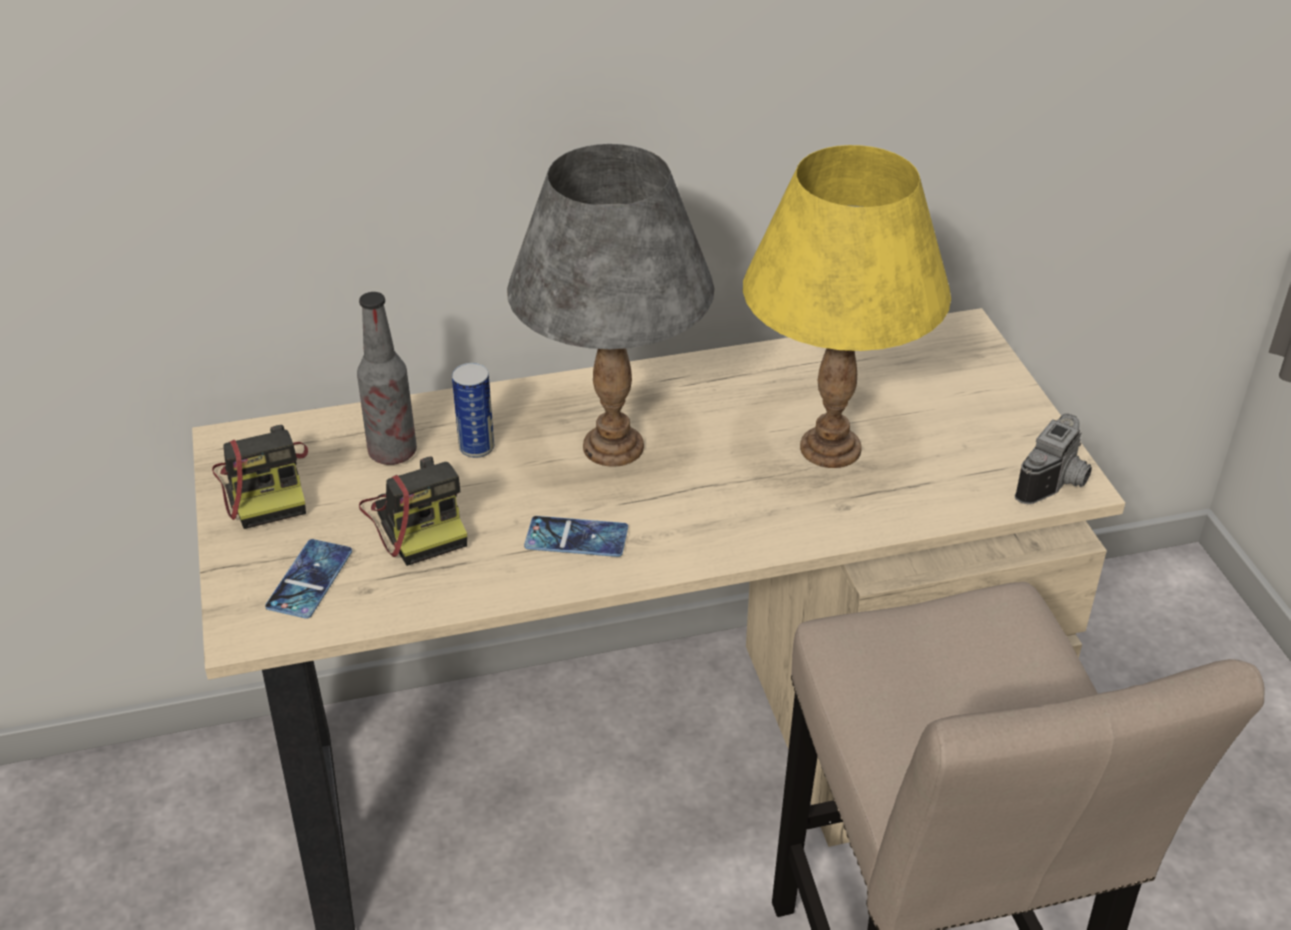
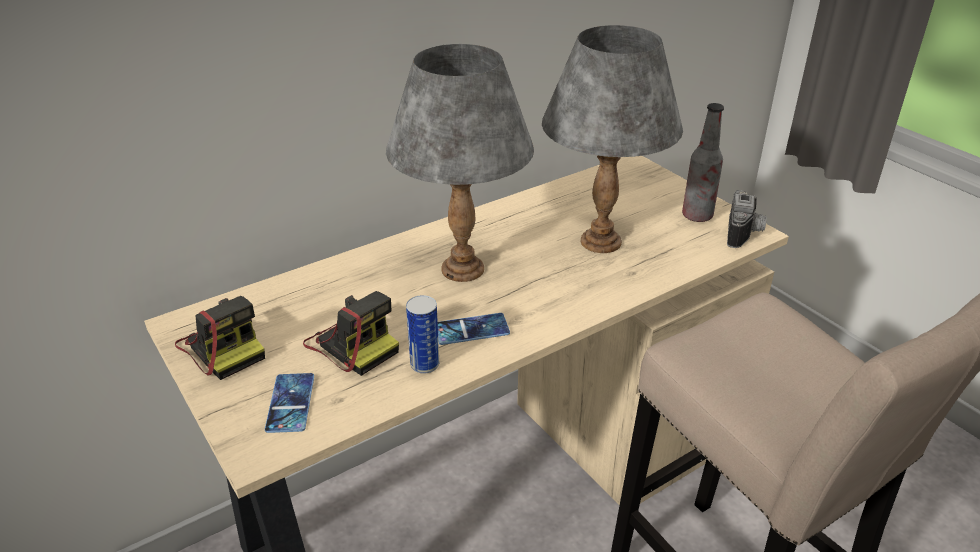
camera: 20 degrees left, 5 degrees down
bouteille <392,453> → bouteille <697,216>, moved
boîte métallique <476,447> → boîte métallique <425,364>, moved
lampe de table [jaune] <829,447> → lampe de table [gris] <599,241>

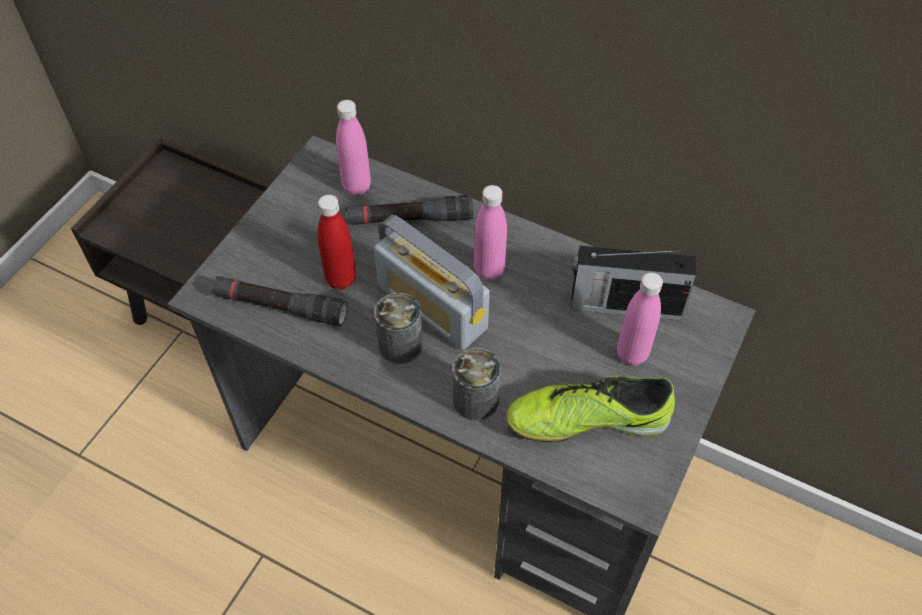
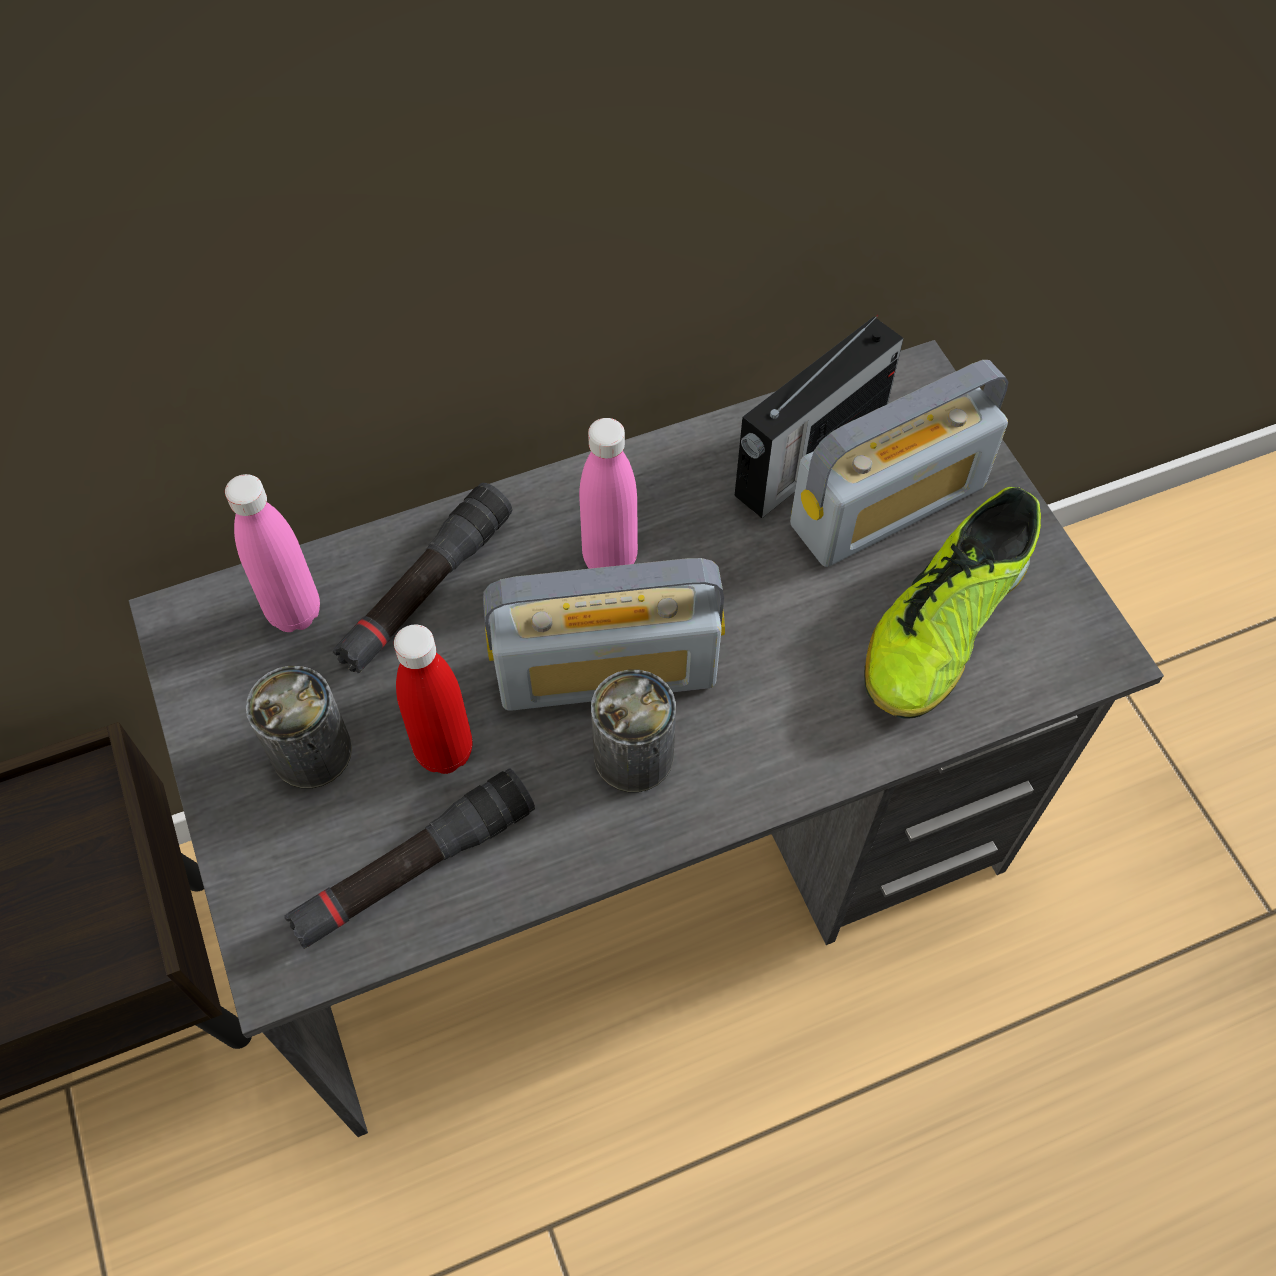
camera: 50 degrees left, 5 degrees up
boîte métallique <475,400> → boîte métallique <311,751>, moved
bouteille [rose] <632,354> → radio <888,506>

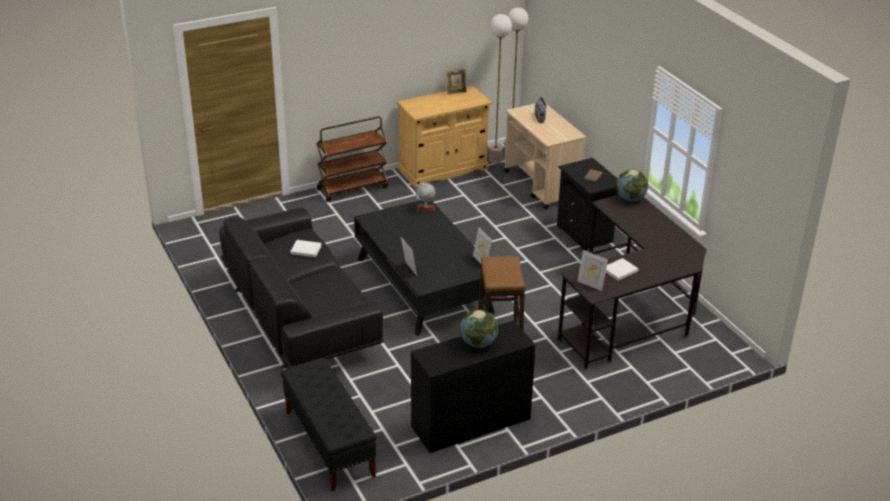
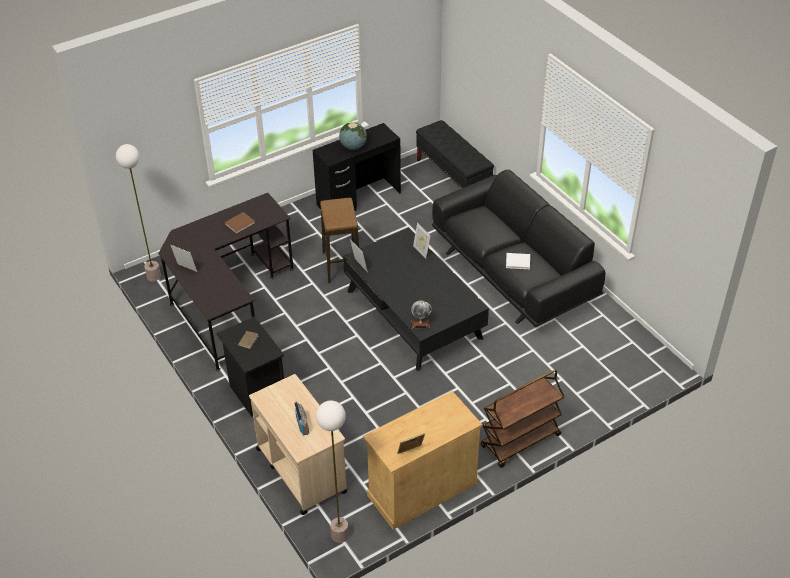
camera: 175 degrees right, 10 degrees up
lampadaire <495,160> → lampadaire <154,276>, moved
cadre photo <591,284> → cadre photo <186,269>, moved
livre [blanc] <619,271> → livre [marron] <240,223>
globe <630,199> → -

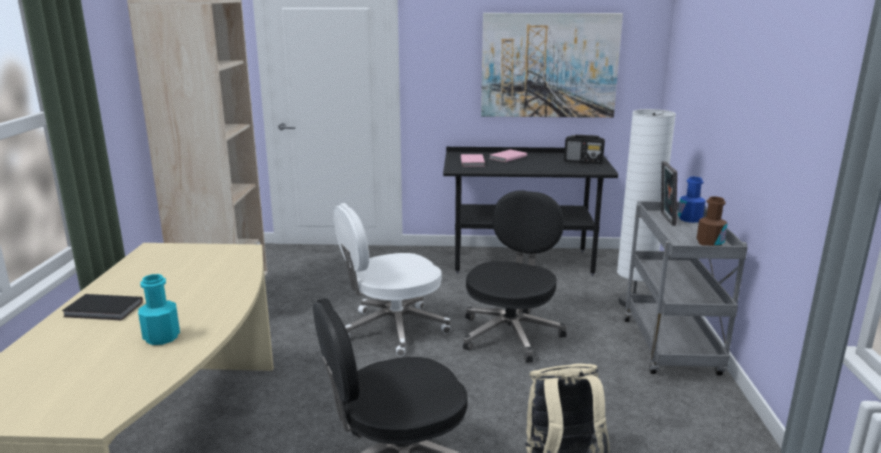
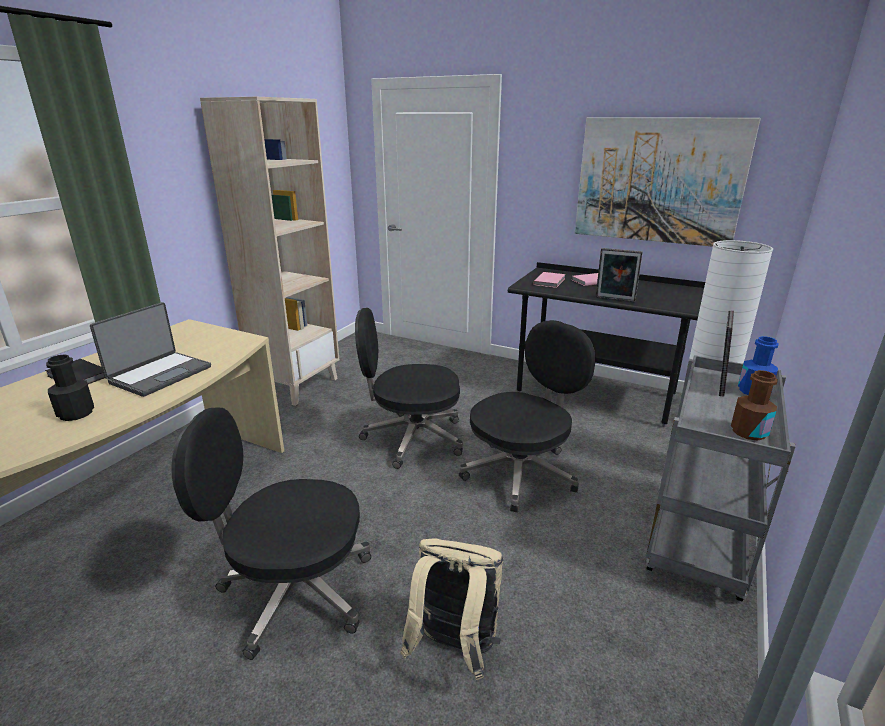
camera: 25 degrees right, 5 degrees up
bouteille [turquoise] <162,337> → bouteille [noir] <76,413>
chaise de bureau [blanc] <392,329> → chaise de bureau [noir] <412,438>
radio <583,161> → -
- → ordinateur portable <159,374>
- → cadre photo <614,300>

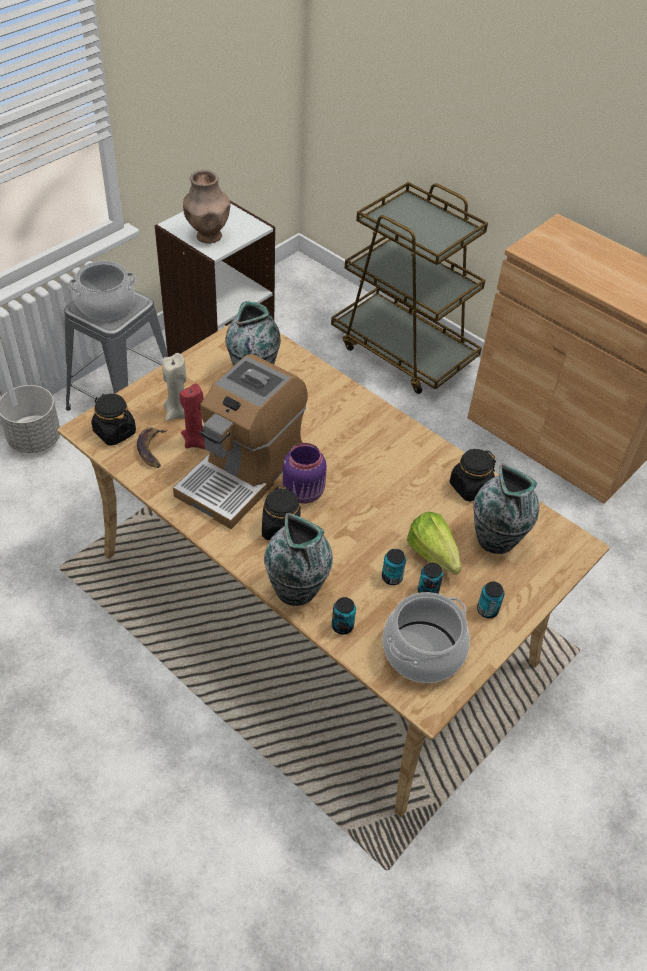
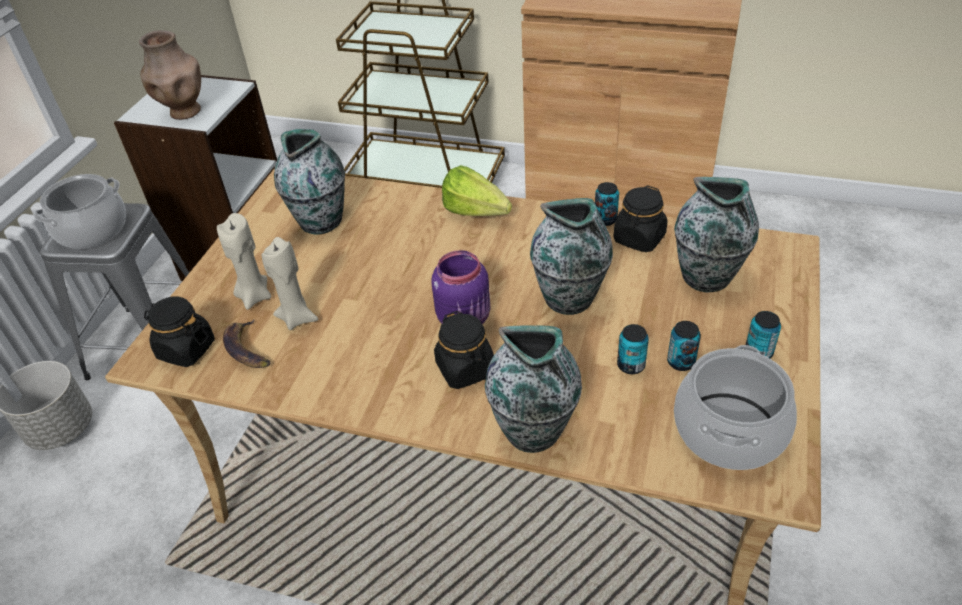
camera: 20 degrees left, 5 degrees down
machine à café <242,473> → -
bougie [rouge] <195,441> → bougie [beige] <297,318>
boîte métallique <342,626> → boîte métallique <605,220>, moved
laitue <435,559> → laitue <479,215>, moved
- → vase <570,299>

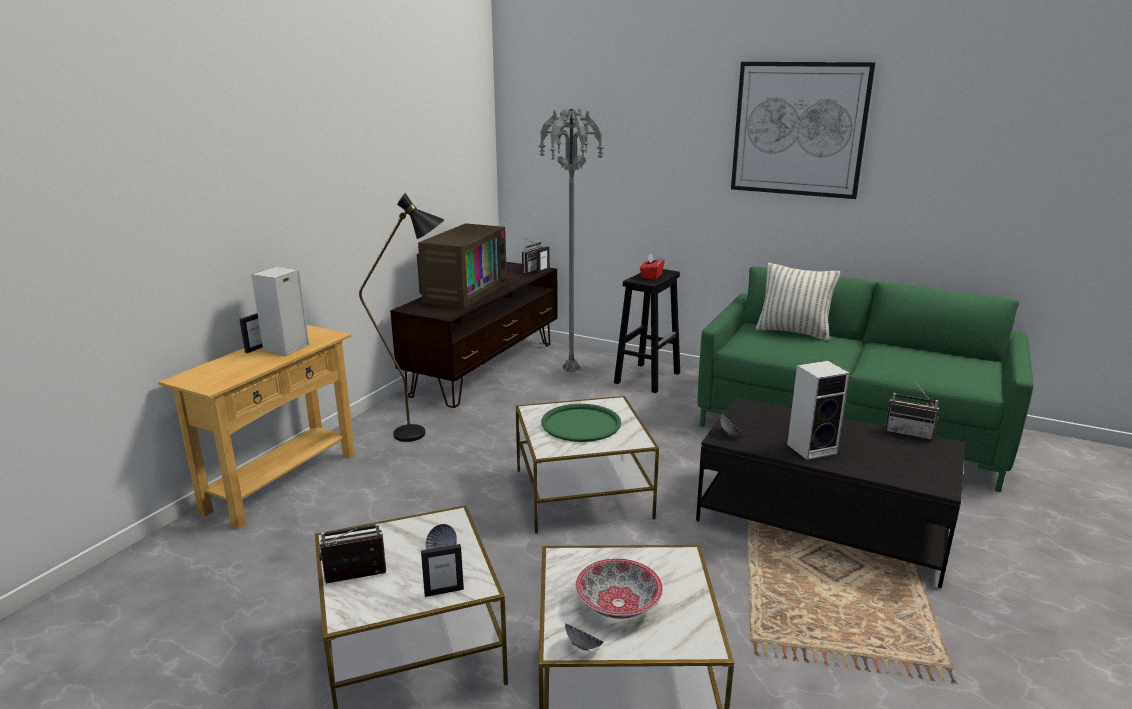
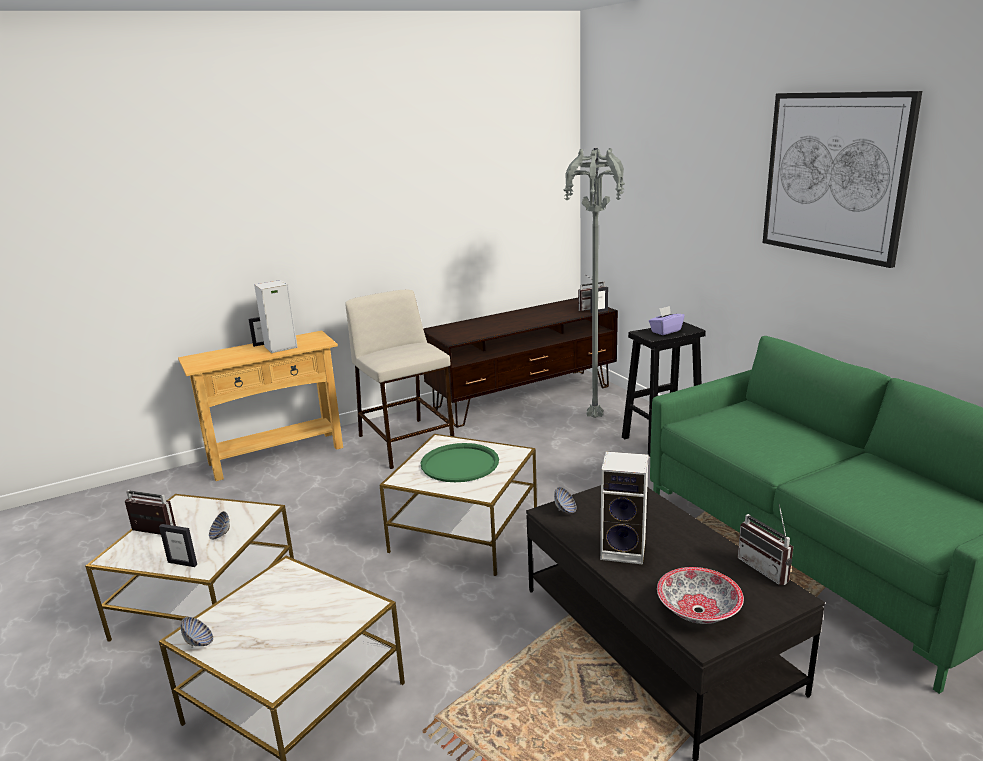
camera: 35 degrees right, 0 degrees up
lampadaire [noir] <421,434> → tabouret [beige] <407,443>
téléviseur <464,291> → -
bol <618,603> → bol <698,610>, moved
boîte à mouchoirs [rouge] <651,276> → boîte à mouchoirs [violet] <665,331>
coussin <793,332> → -

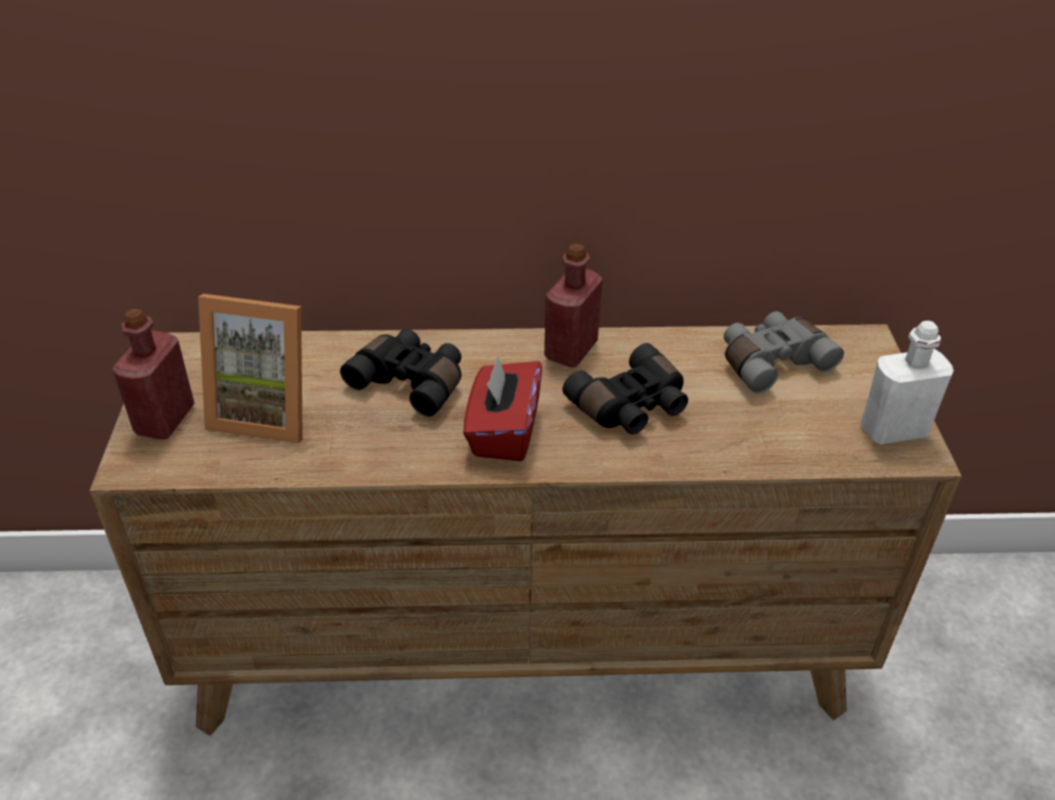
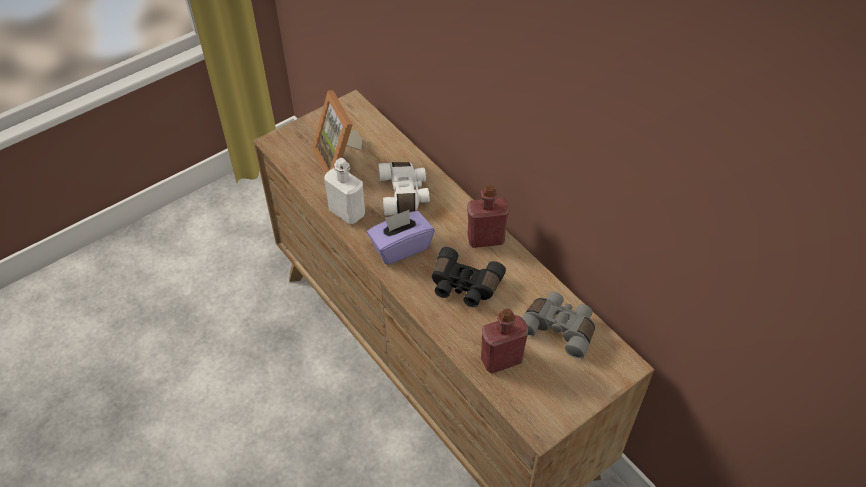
camera: 55 degrees right, 10 degrees up
bouteille [rouge] <165,419> → bouteille [rouge] <501,359>, moved
jumelles [noir] <411,382> → jumelles [blanc] <405,194>
boîte à mouchoirs [rouge] <503,432> → boîte à mouchoirs [violet] <400,247>
bouteille [blanc] <893,430> → bouteille [blanc] <347,212>, moved

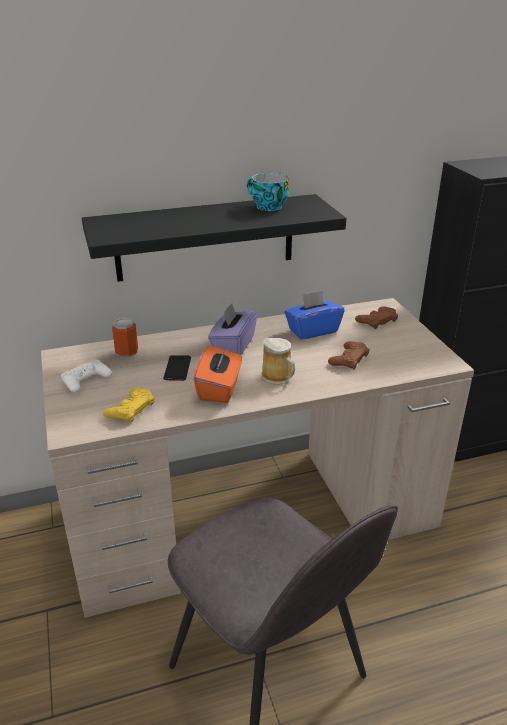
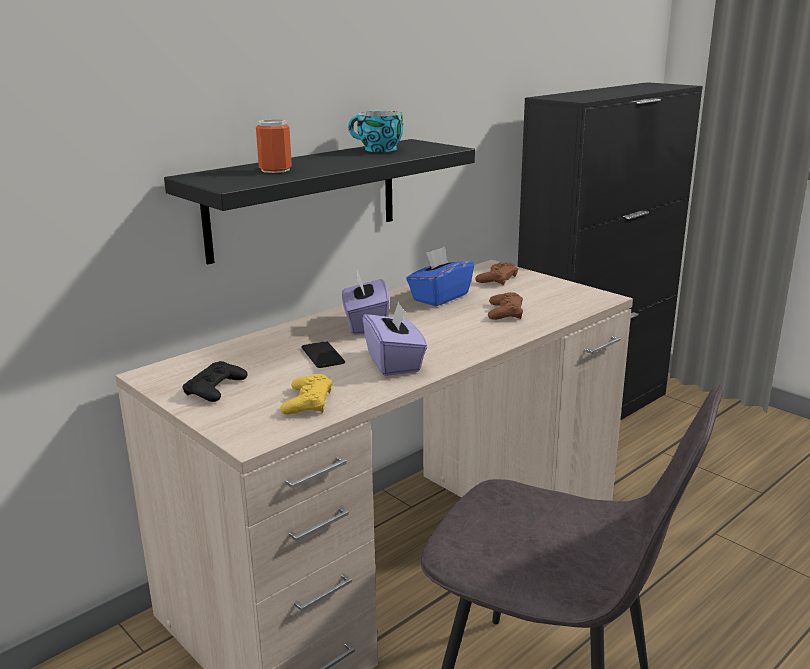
camera: 25 degrees left, 10 degrees down
manette [blanc] <86,380> → manette [noir] <215,388>
boîte métallique <127,352> → boîte métallique <275,170>, moved
boîte à mouchoirs [orange] <219,389> → boîte à mouchoirs [violet] <394,362>
mug <278,377> → -

